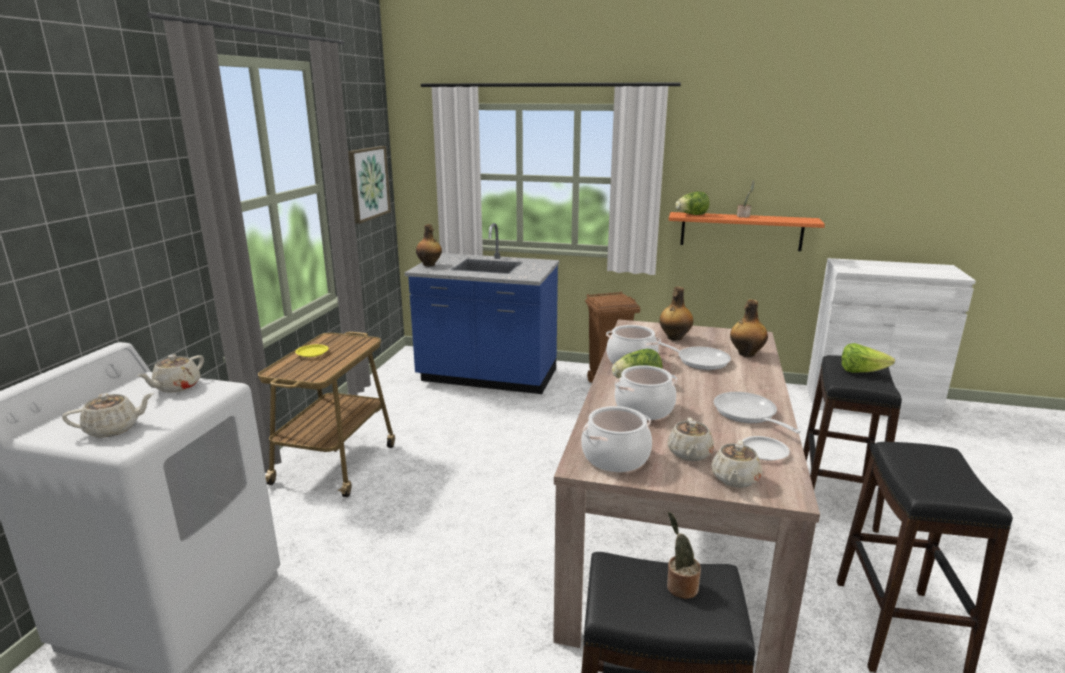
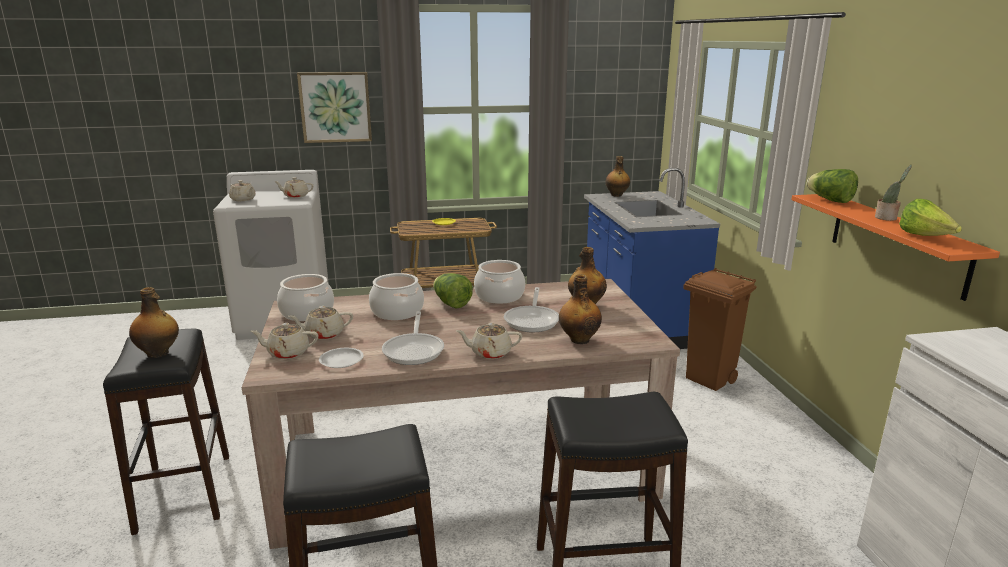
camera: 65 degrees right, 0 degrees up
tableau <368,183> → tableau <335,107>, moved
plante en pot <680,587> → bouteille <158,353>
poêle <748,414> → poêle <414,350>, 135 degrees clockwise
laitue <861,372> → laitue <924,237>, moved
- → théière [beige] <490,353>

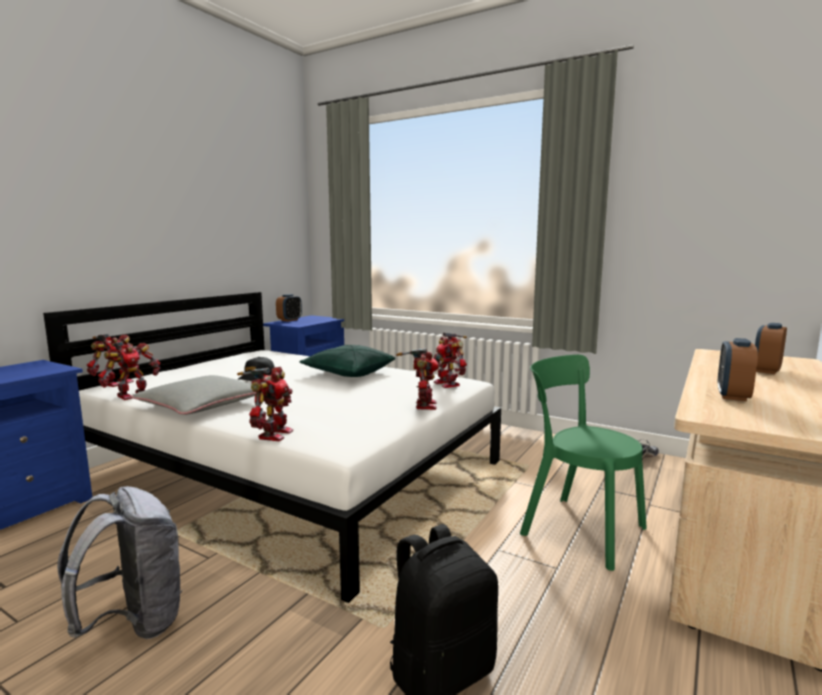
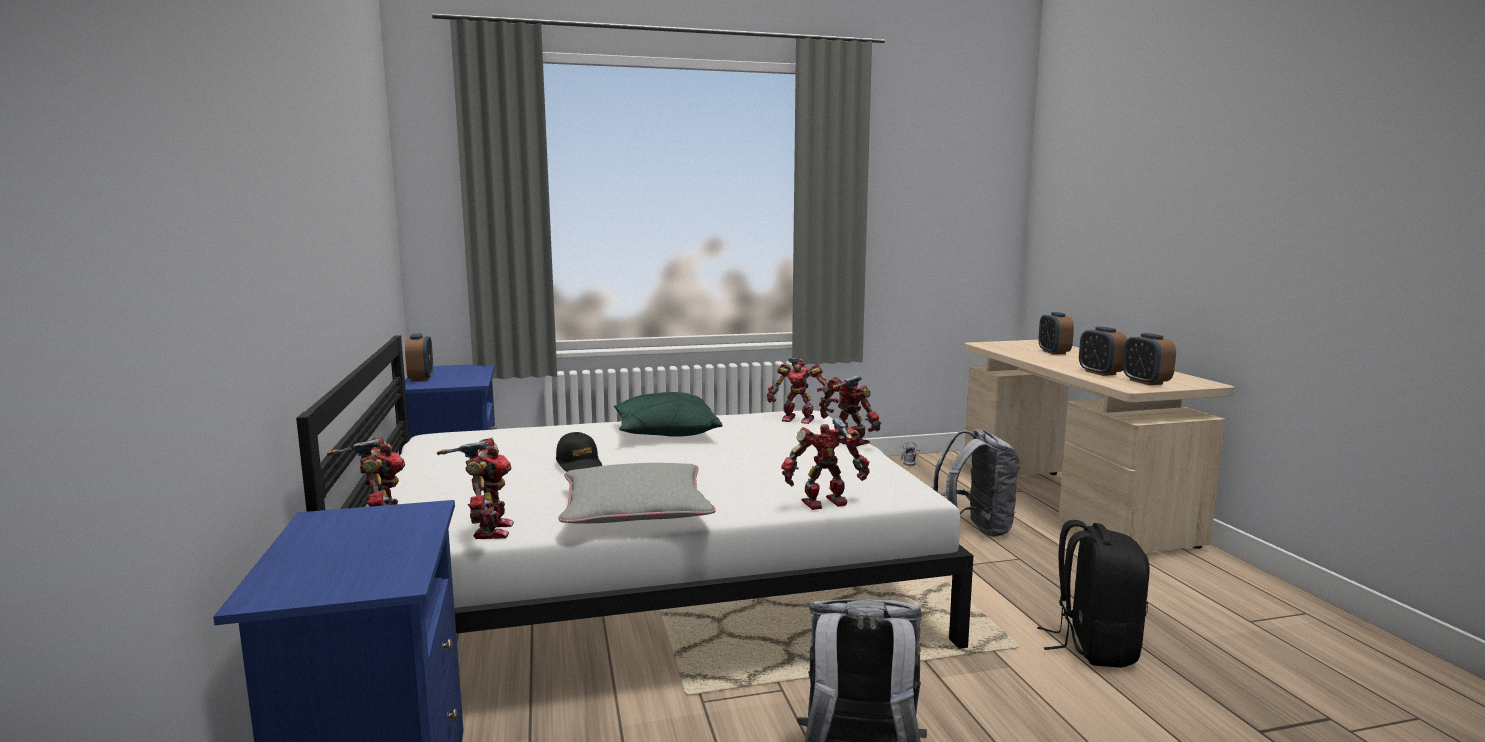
camera: 45 degrees left, 0 degrees up
robot jouet <273,434> → robot jouet <826,504>, 75 degrees counterclockwise
chaise [vert] <577,528> → sac à dos [gris] <977,528>
- → réveil <1146,382>

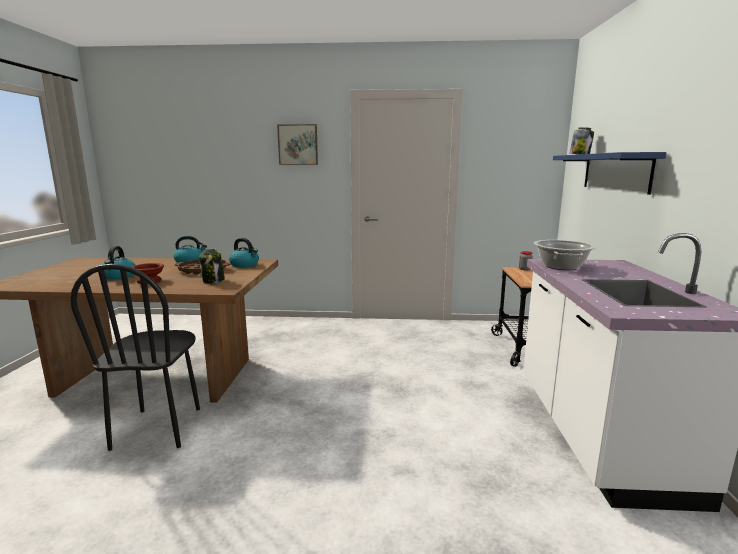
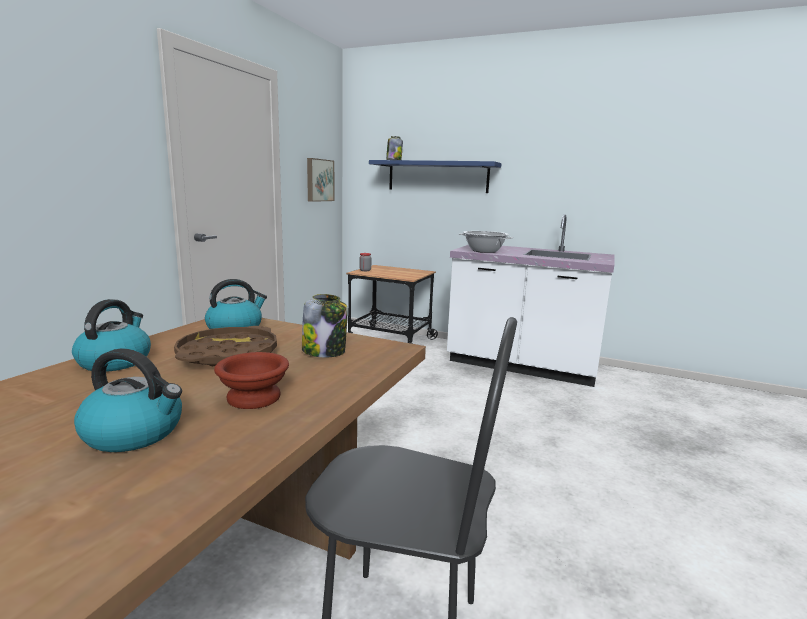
camera: 70 degrees left, 0 degrees up
tableau <298,145> → tableau <319,180>, moved

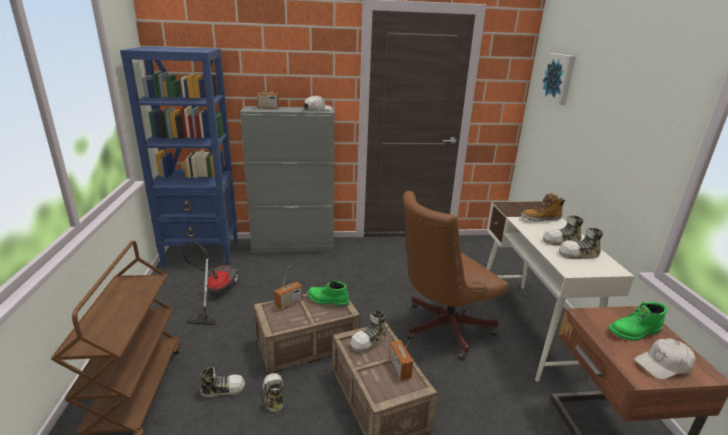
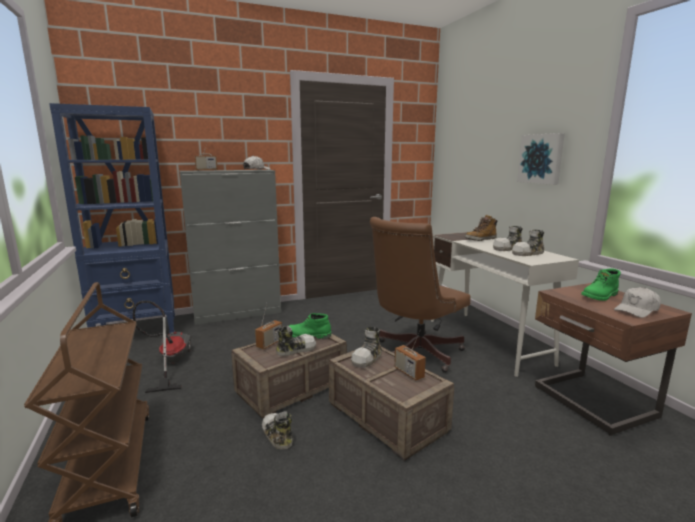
camera: 15 degrees left, 10 degrees down
chaussure <223,389> → chaussure <296,349>, moved
tableau <558,78> → tableau <541,159>, moved

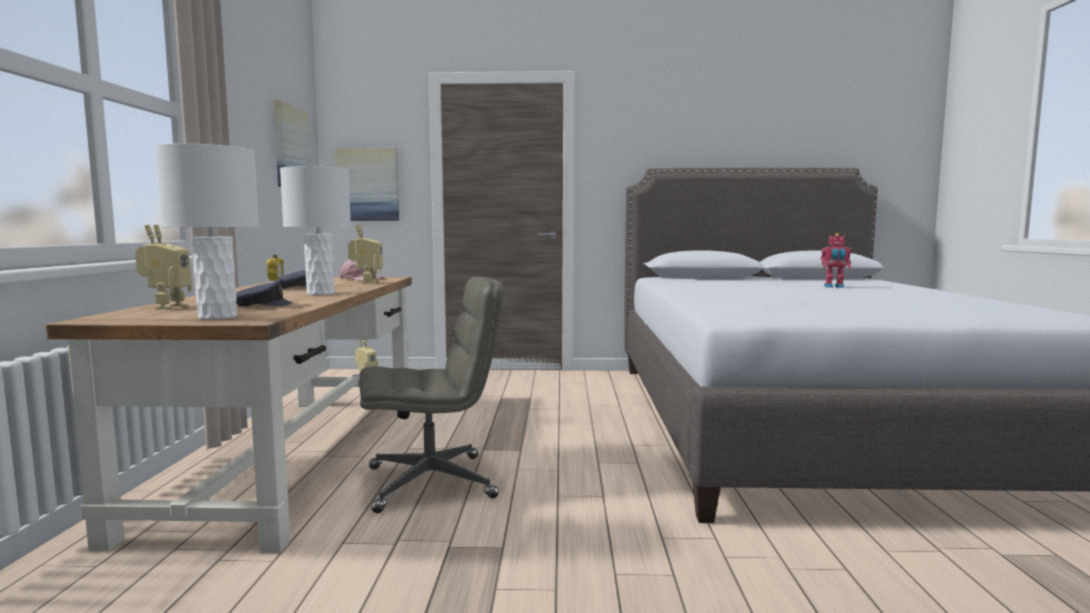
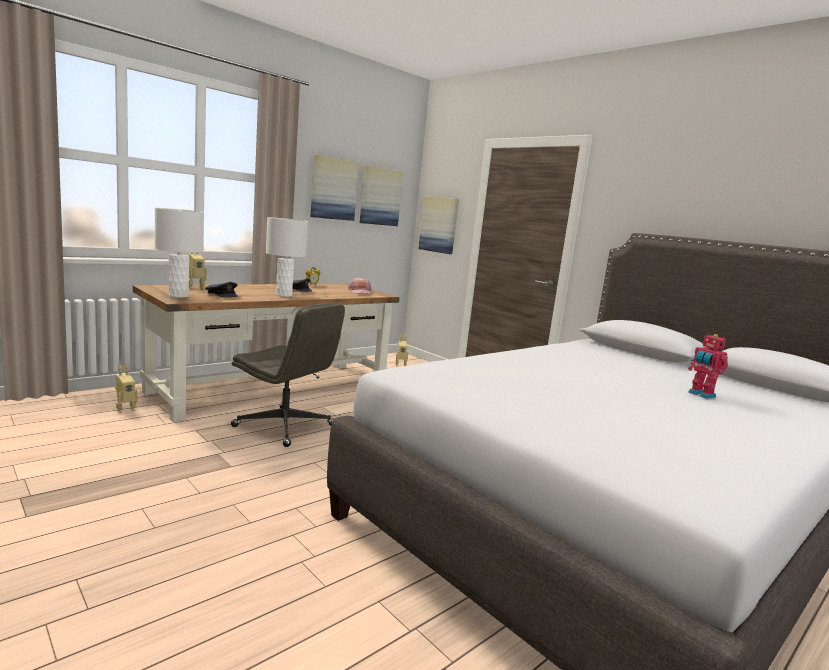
camera: 45 degrees right, 5 degrees up
robot jouet <366,283> → robot jouet <125,409>, moved
- → tableau <333,189>

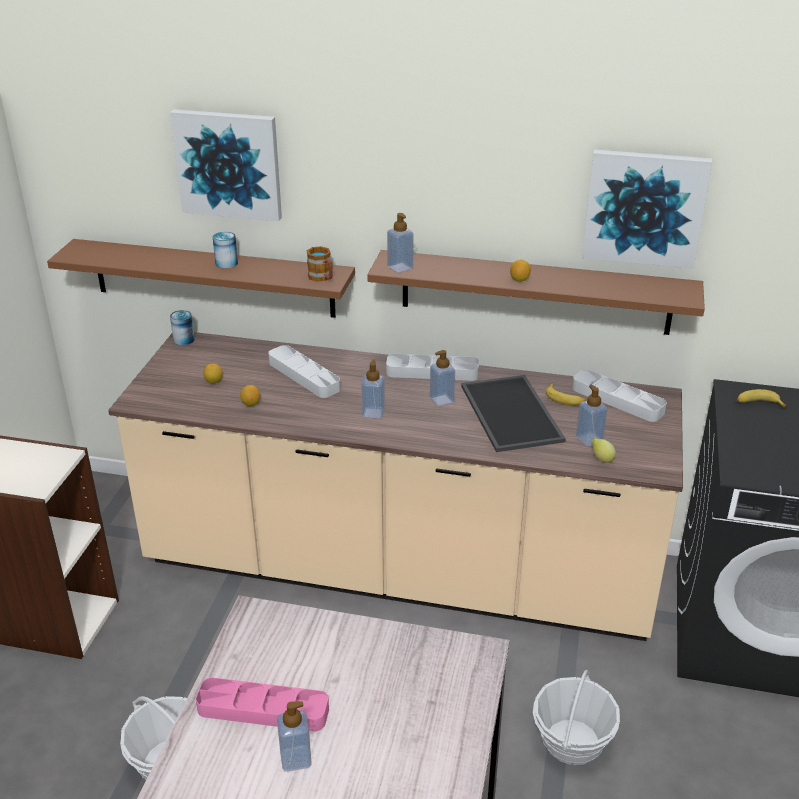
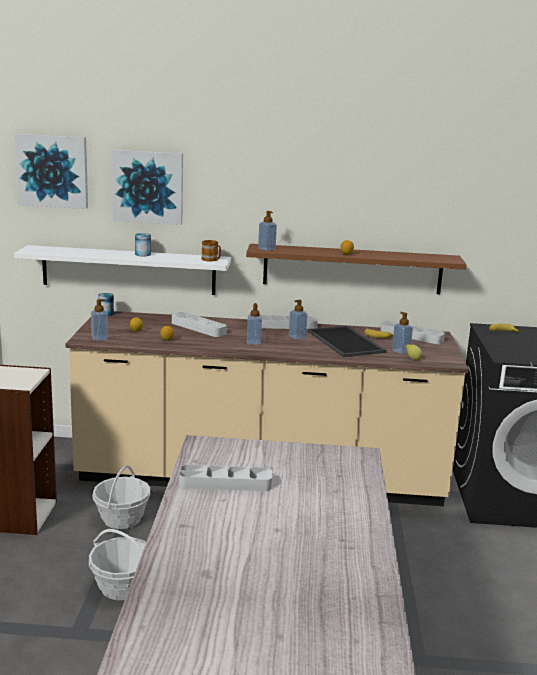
camera: 10 degrees left, 15 degrees down
étagère [marron] <213,278> → étagère [blanc] <129,270>
plateau [rose] <263,709> → plateau [gris] <225,483>
distributeur de savon <295,759> → distributeur de savon <99,338>, moved
panier <572,742> → panier <122,519>, moved
tableau <644,208> → tableau <52,171>, moved

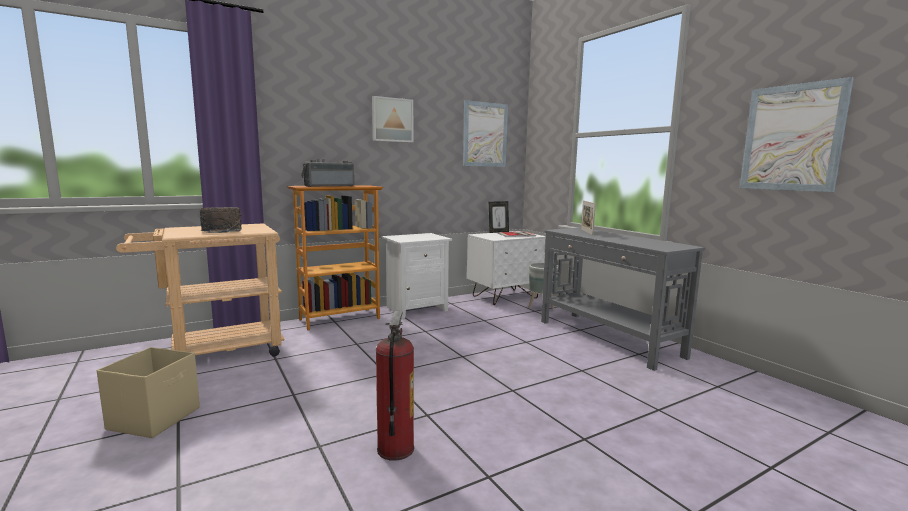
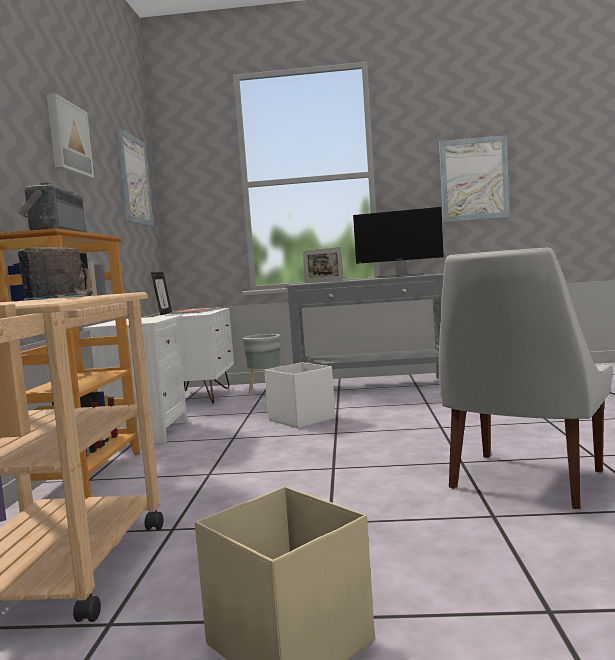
camera: 55 degrees left, 5 degrees down
extincteur <395,448> → chaise [blanc] <524,482>
- → boîte de rangement [blanc] <301,419>
- → écran d'ordinateur <400,276>

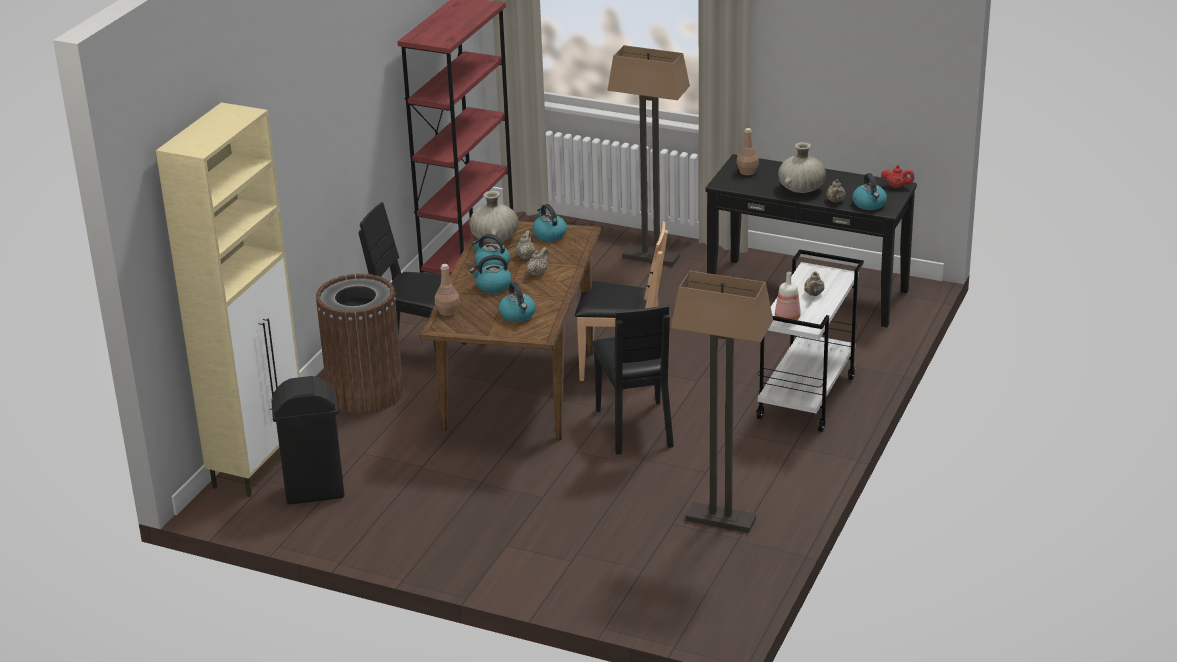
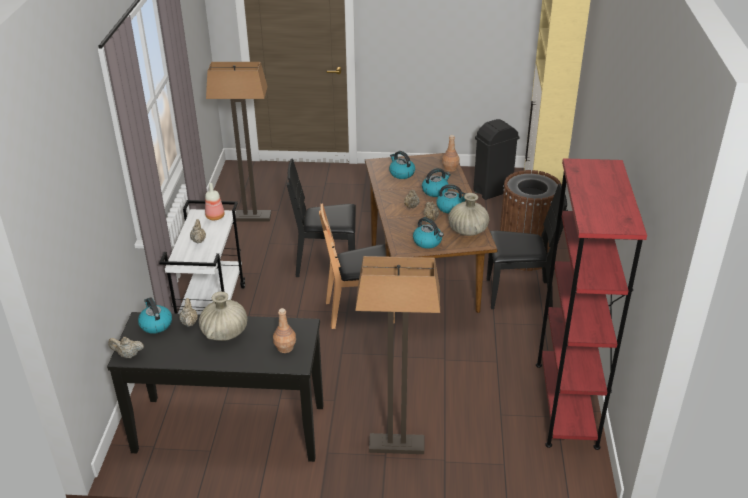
camera: 160 degrees right, 5 degrees up
chaise [noir] <635,427> → chaise [noir] <327,264>, 60 degrees counterclockwise
théière [rouge] <897,186> → théière [beige] <128,355>

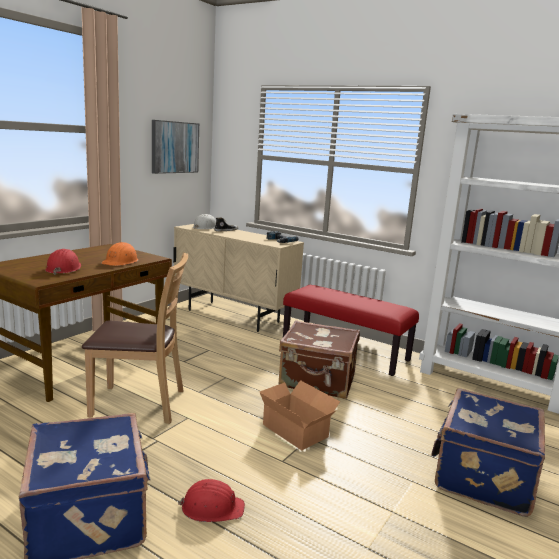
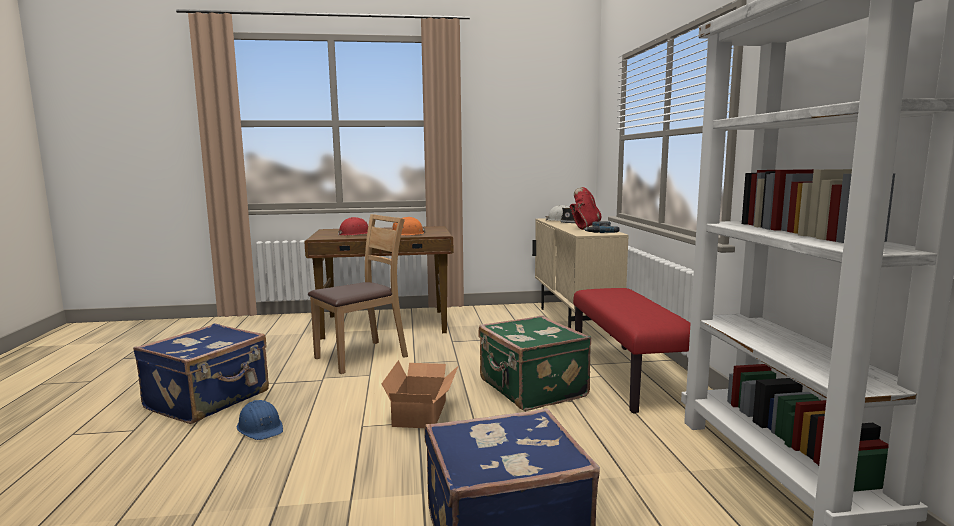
camera: 50 degrees right, 5 degrees down
chaise [marron] <139,403> → chaise [marron] <362,356>, 90 degrees counterclockwise
tableau <174,147> → -
casque de chantier [rouge] <212,508> → casque de chantier [bleu] <261,427>
valise [marron] <318,381> → valise [vert] <531,389>
- → botte [rouge] <584,227>

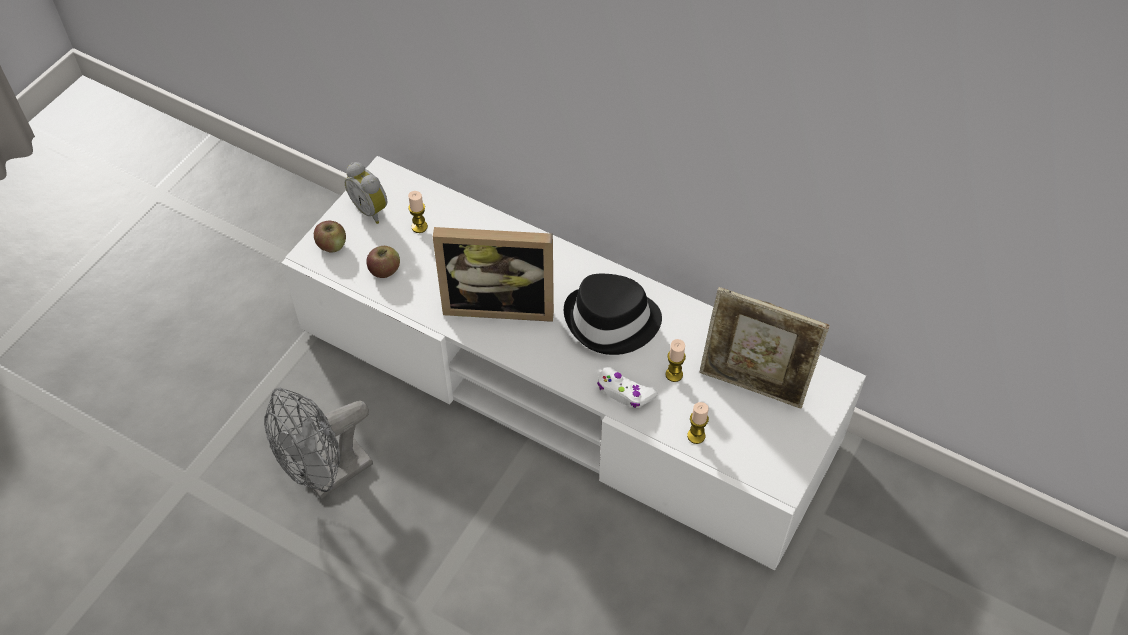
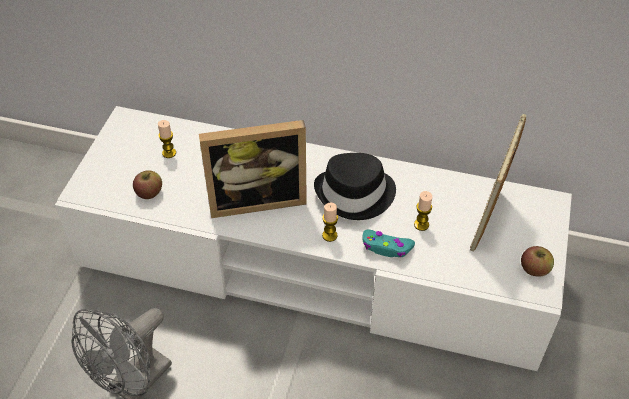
camera: 15 degrees left, 5 degrees down
pomme <332,245> → pomme <534,269>, moved
réveil <372,209> → -
manette [blanc] <625,392> → manette [turquoise] <386,247>
bougie <696,436> → bougie <329,235>, moved
cadre photo <753,386> → cadre photo <488,220>, 105 degrees clockwise

